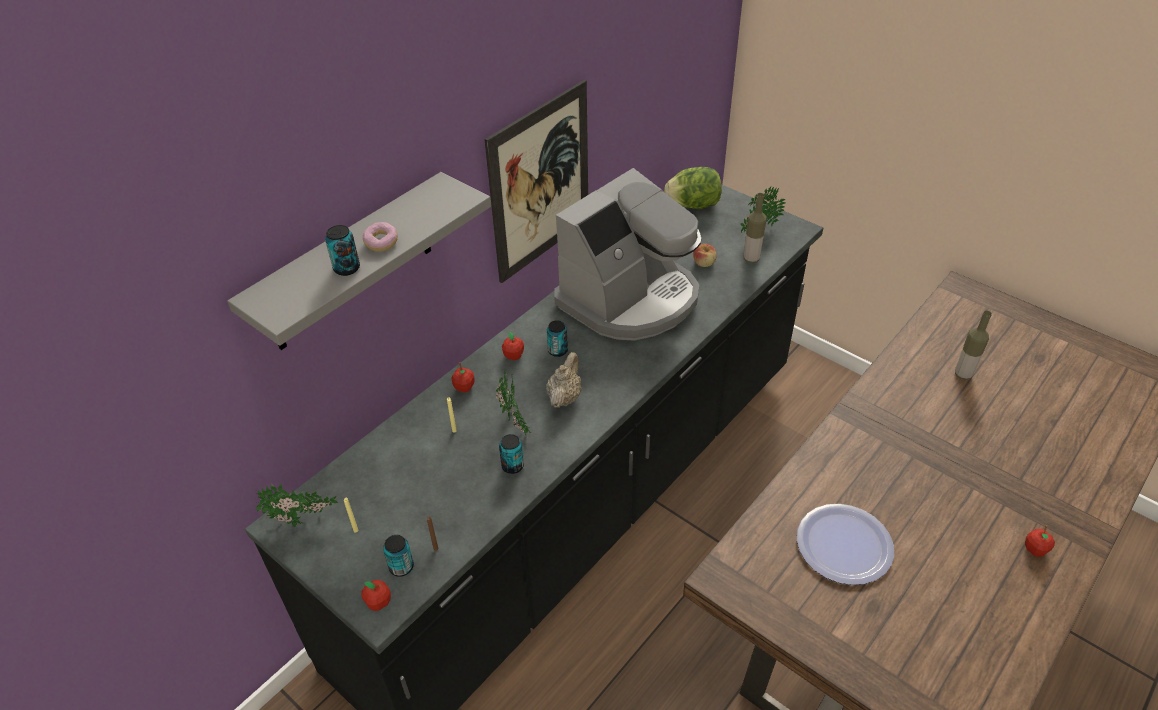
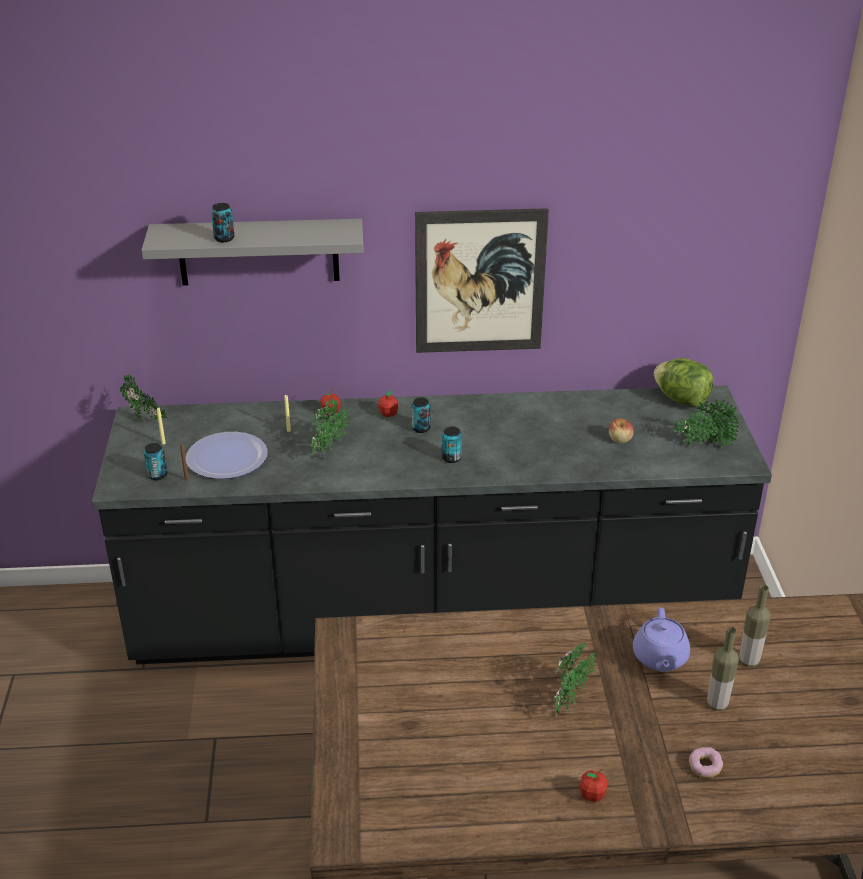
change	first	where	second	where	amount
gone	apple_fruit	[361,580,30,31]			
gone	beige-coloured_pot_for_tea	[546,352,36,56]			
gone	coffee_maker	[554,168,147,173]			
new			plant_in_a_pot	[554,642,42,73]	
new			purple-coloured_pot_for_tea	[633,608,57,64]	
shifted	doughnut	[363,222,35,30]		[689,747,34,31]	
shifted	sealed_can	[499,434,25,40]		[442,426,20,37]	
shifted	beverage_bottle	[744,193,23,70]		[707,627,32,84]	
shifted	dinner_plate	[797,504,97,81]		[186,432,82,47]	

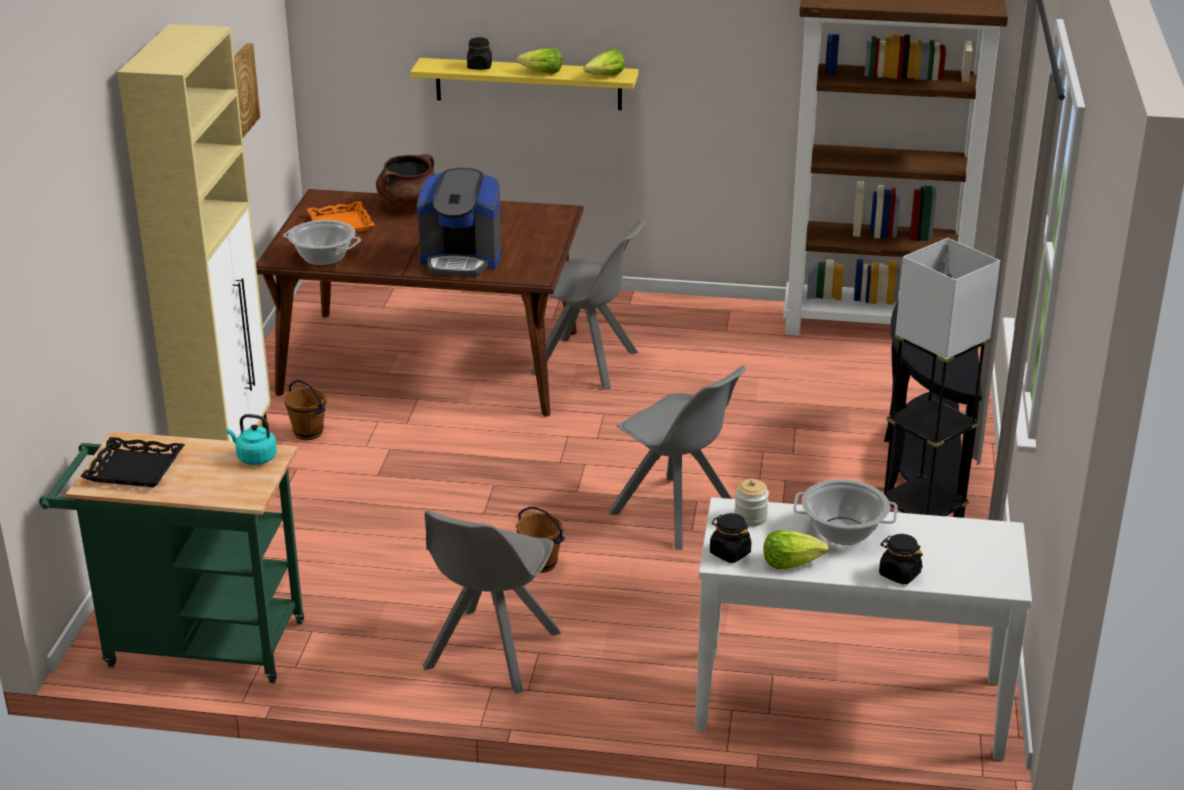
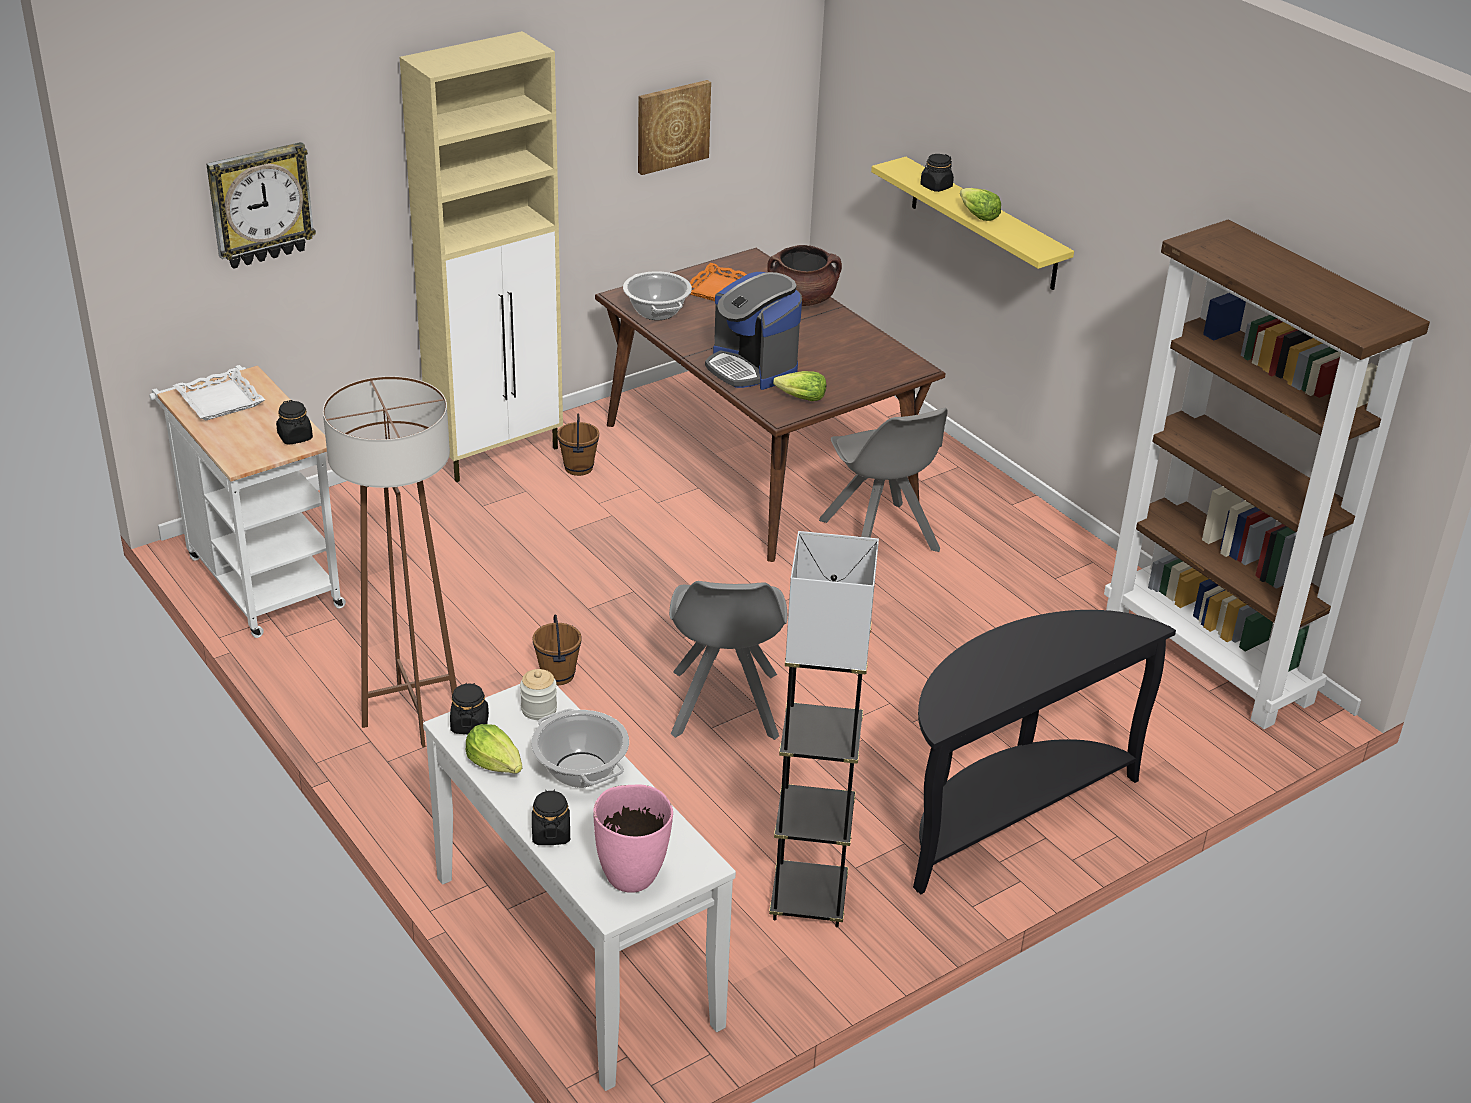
change	first	where	second	where	amount
new			clock_on_the_wall	[206,142,110,127]	
new			pink-coloured_vase	[593,785,80,107]	
shifted	head_of_lettuce	[583,49,42,27]		[773,371,54,30]	
swapped	blue-green_tea_kettle	[227,414,50,51]	black-coloured_storage_jar	[276,400,37,45]	
swapped	grey_plain_chair	[423,510,138,184]	brownish_standing_lamp	[323,376,134,371]	
repainted	green-coloured_cart	[39,431,265,252]	whitish_cart	[149,365,197,273]	
repainted	black-coloured_carrying_tray	[80,437,105,50]	whitish_carrying_tray	[173,368,92,52]	

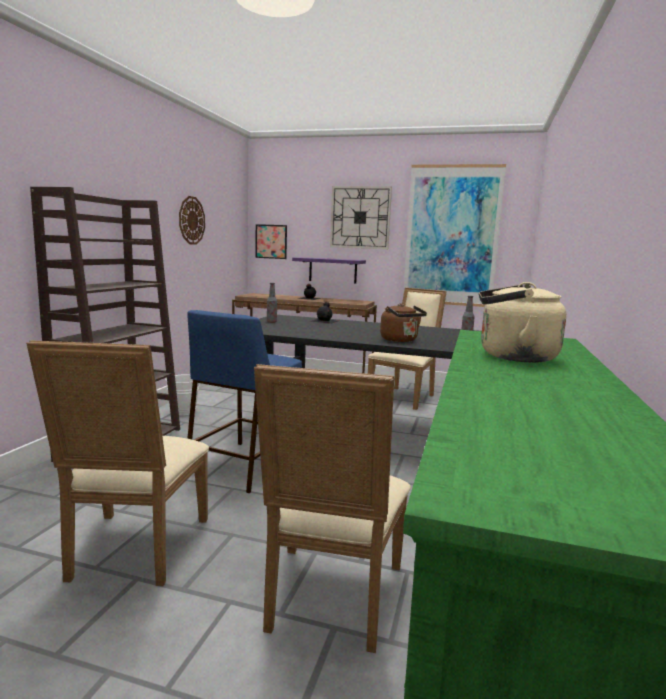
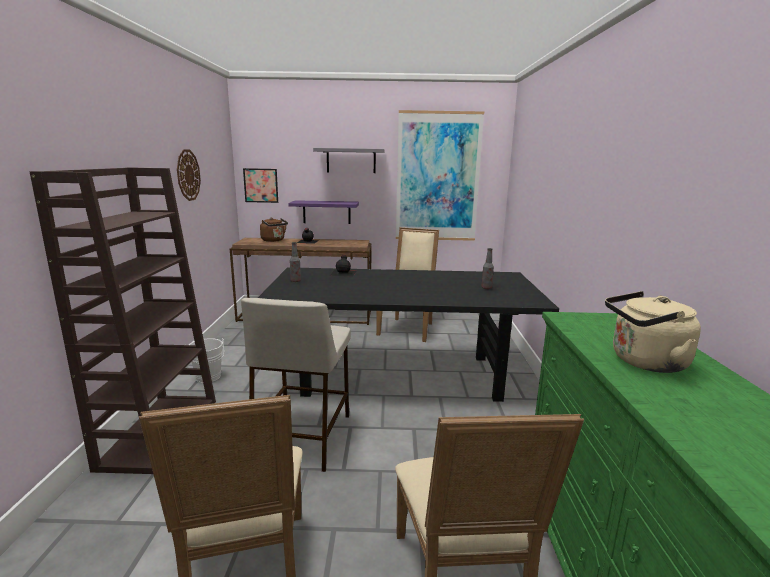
change	first	where	second	where	amount
shifted	brownish_tea_kettle	[380,303,47,39]		[260,218,28,24]	
swapped	clock_on_the_wall	[330,186,62,63]	grey_shelf	[313,148,71,25]	
repainted	blue-coloured_stool	[187,310,115,183]	beige-coloured_stool	[241,298,110,174]	

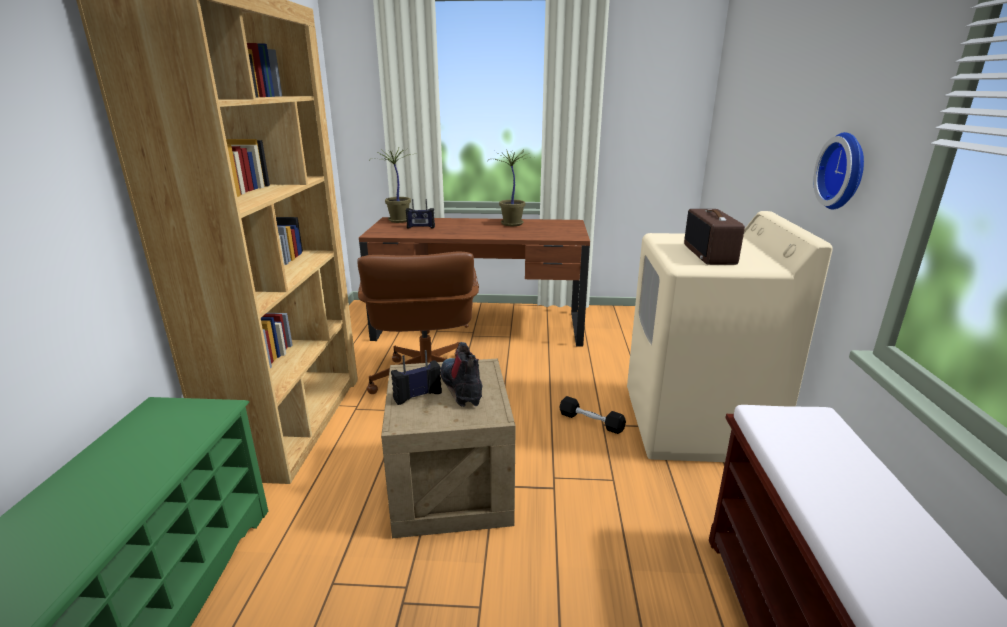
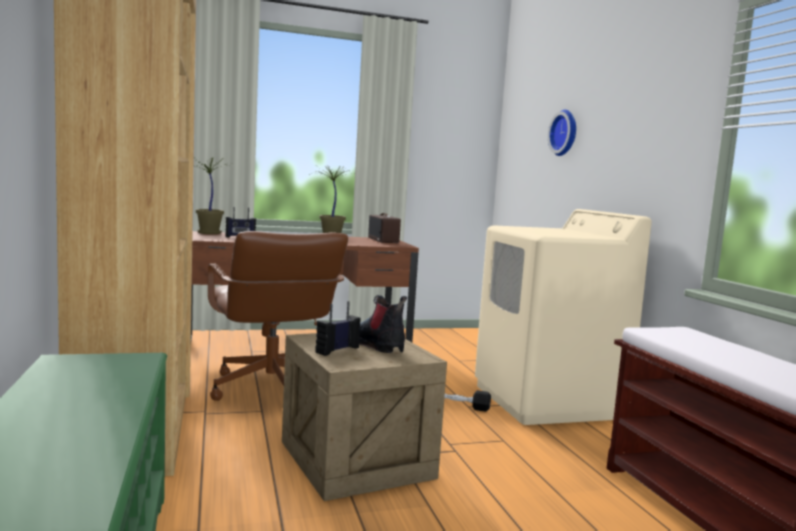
change	first	where	second	where	amount
shifted	radio_receiver	[684,209,61,56]		[368,213,33,30]	
shifted	clock_on_the_wall	[813,132,51,78]		[548,110,28,46]	

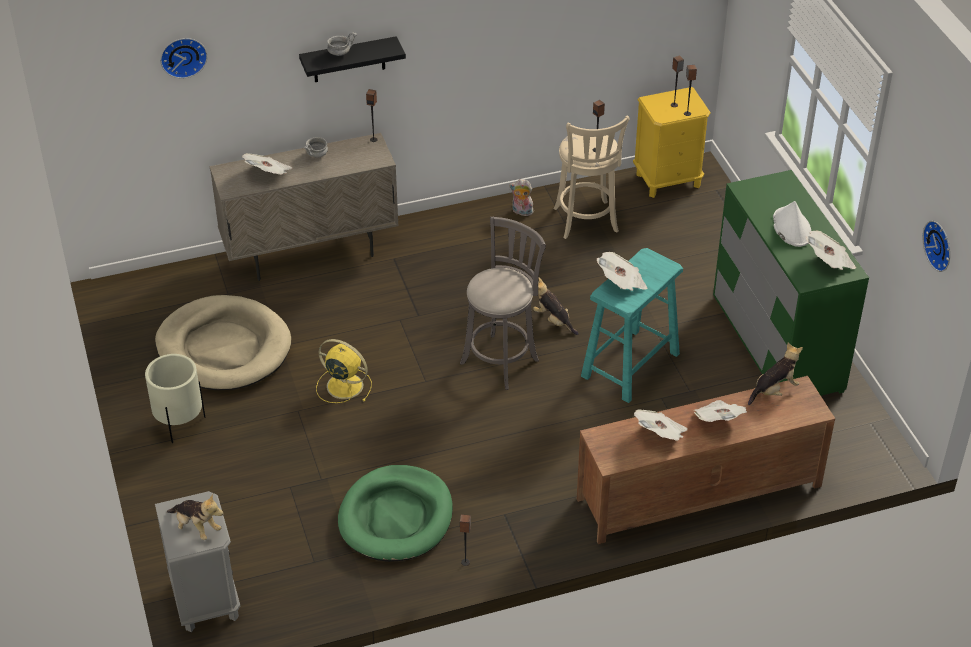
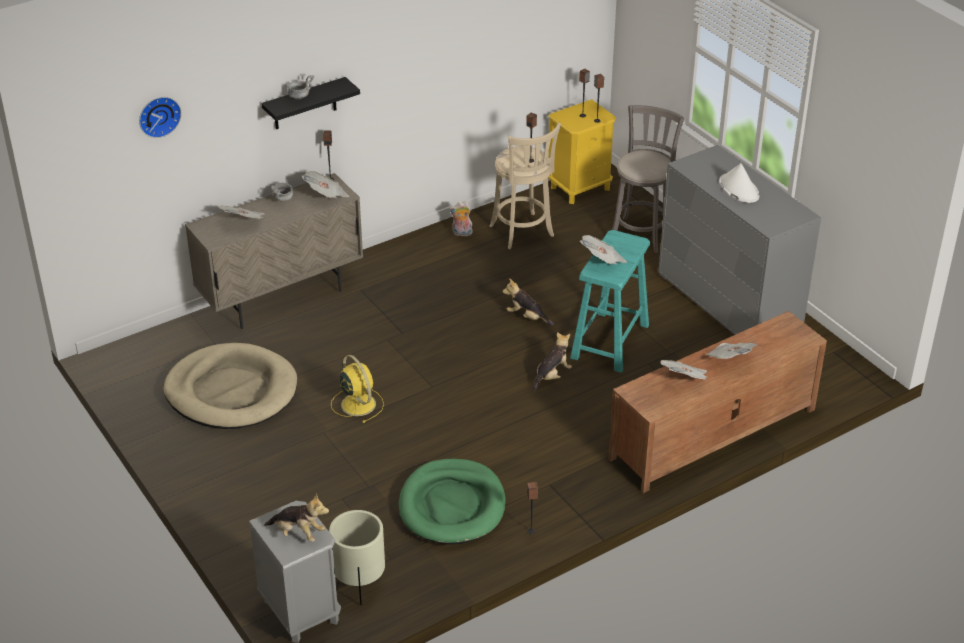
change	first	where	second	where	amount
gone	clock_on_the_wall	[923,221,27,51]			
shifted	beige-coloured_plant_pot	[145,354,61,89]		[329,510,56,95]	
shifted	grey_stool	[460,216,86,174]		[612,105,72,148]	
shifted	soft_toy	[748,343,55,62]		[533,332,39,59]	
shifted	newspaper	[806,230,50,40]		[302,171,47,27]	
repainted	green-coloured_chest_of_drawers	[713,170,156,226]	grey_chest_of_drawers	[658,145,163,190]	
rotated	yellow-coloured_electric_fan	[316,339,56,64]		[331,355,53,68]	45 degrees clockwise

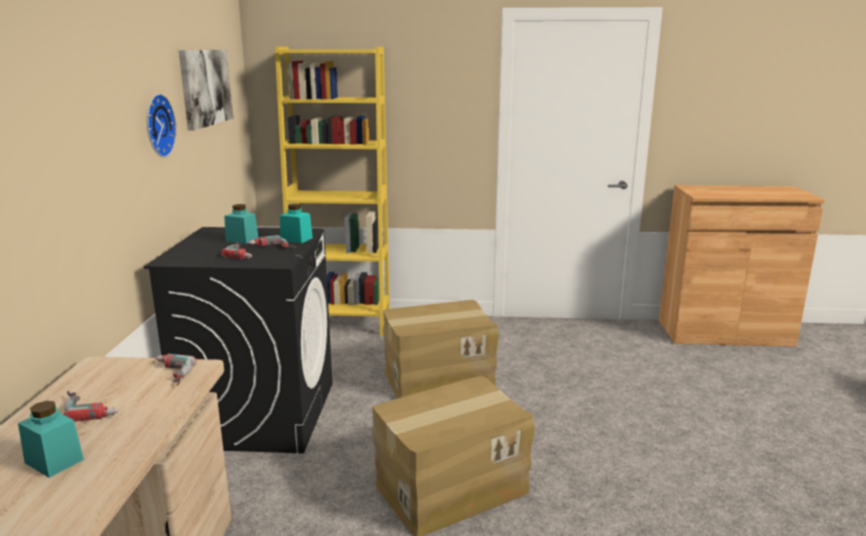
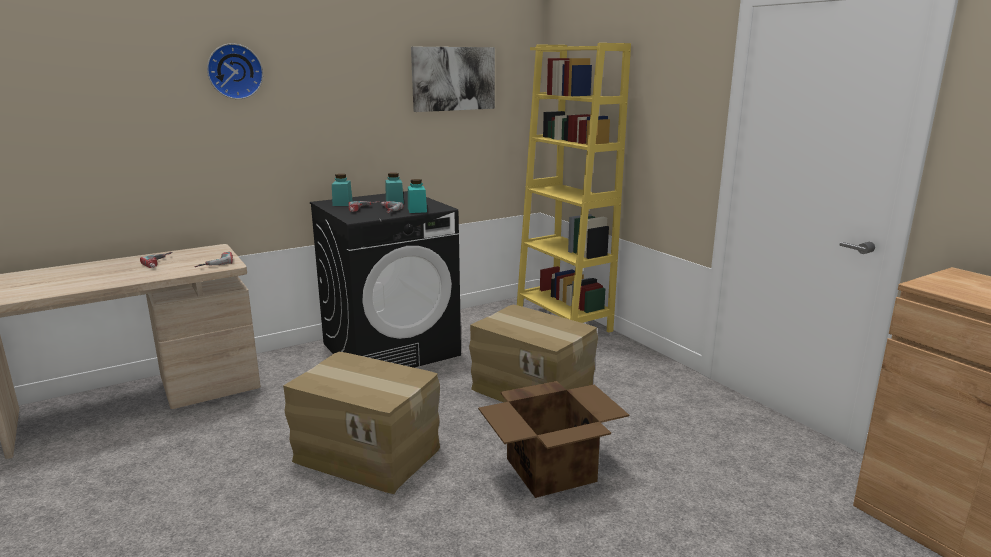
change	first	where	second	where	amount
new			carton	[478,381,151,117]	
shifted	blue-green_storage_jar	[18,401,66,77]		[332,174,21,32]	
shifted	clock_on_the_wall	[147,94,30,63]		[207,43,56,56]	

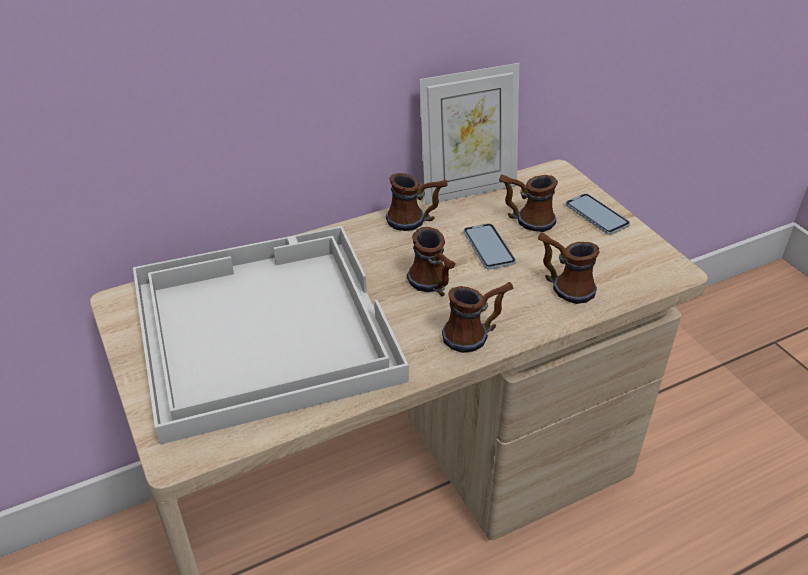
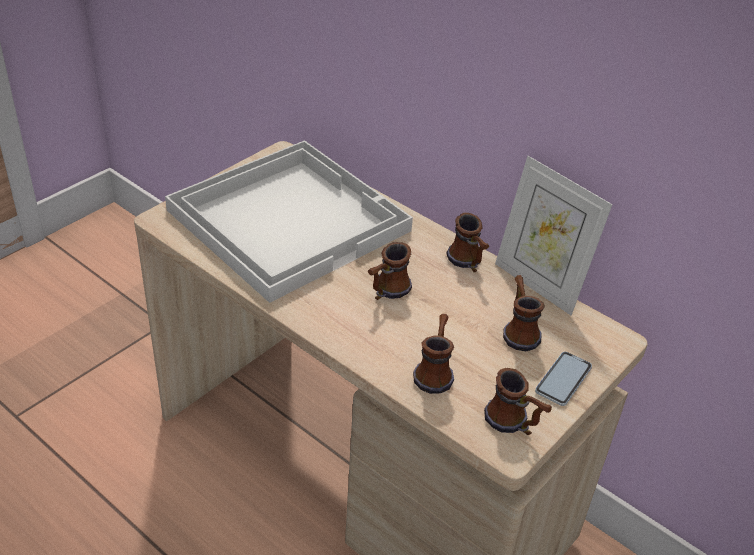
change	first	where	second	where	amount
gone	handset	[463,223,53,46]			
shifted	coffee_mug	[442,282,71,71]		[484,368,68,67]	

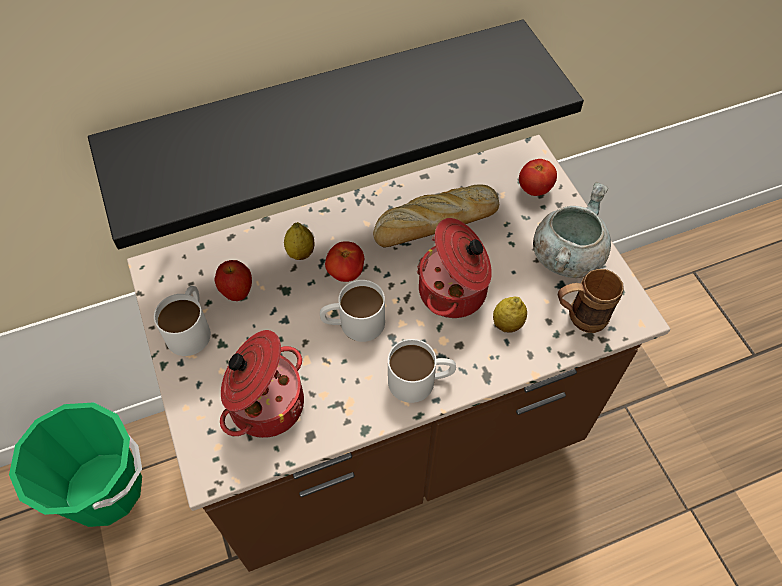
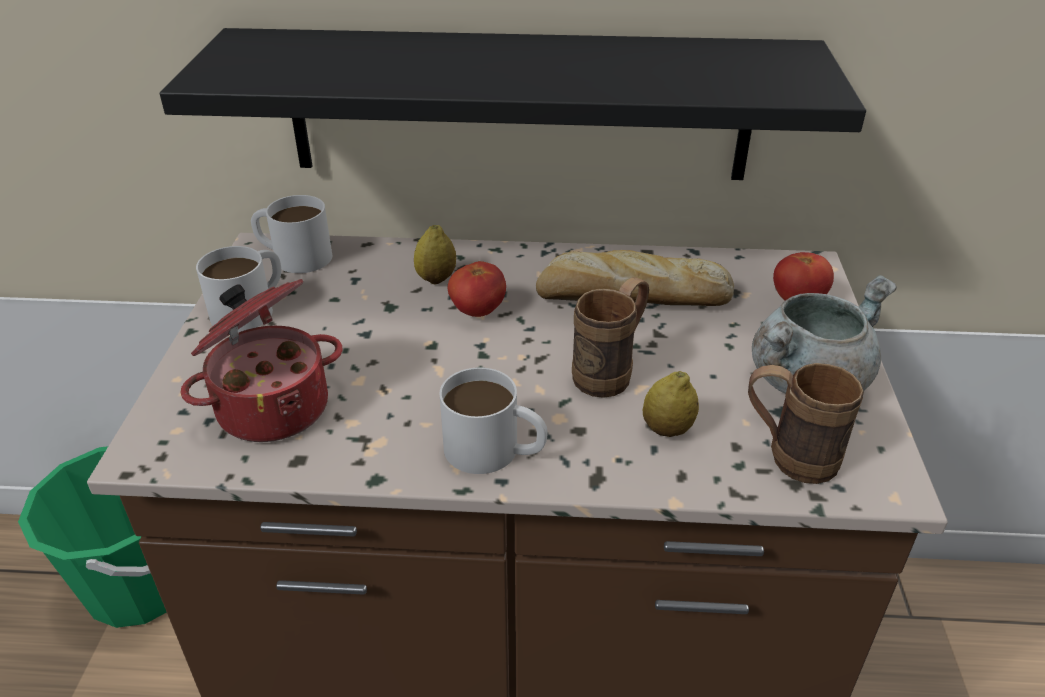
change	first	where	second	where	amount
gone	apple_fruit	[214,260,38,41]			
shifted	whitish_coffee_mug	[320,280,65,62]		[251,195,81,78]	
swapped	cooking_pot	[417,218,75,100]	brownish_coffee_mug	[572,277,77,121]	

